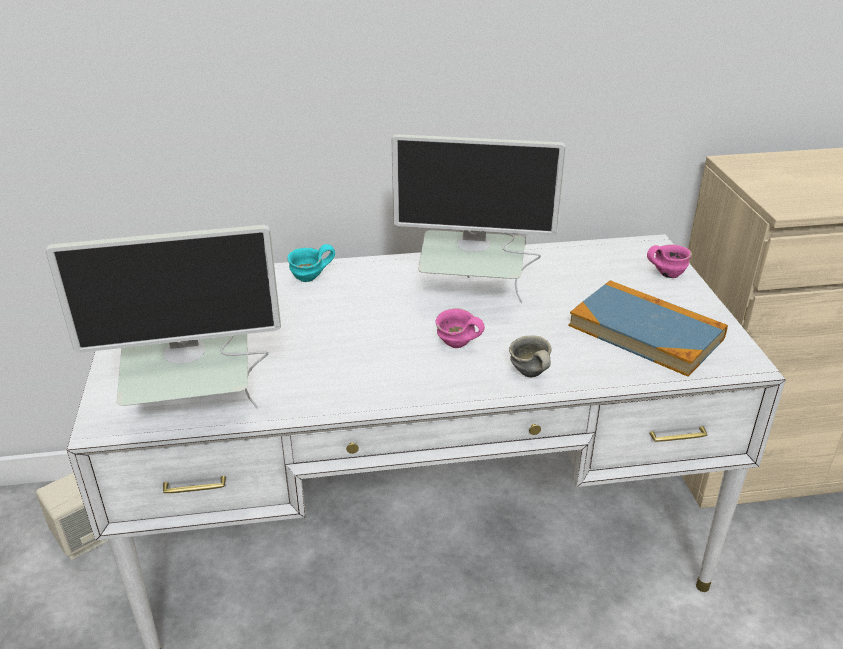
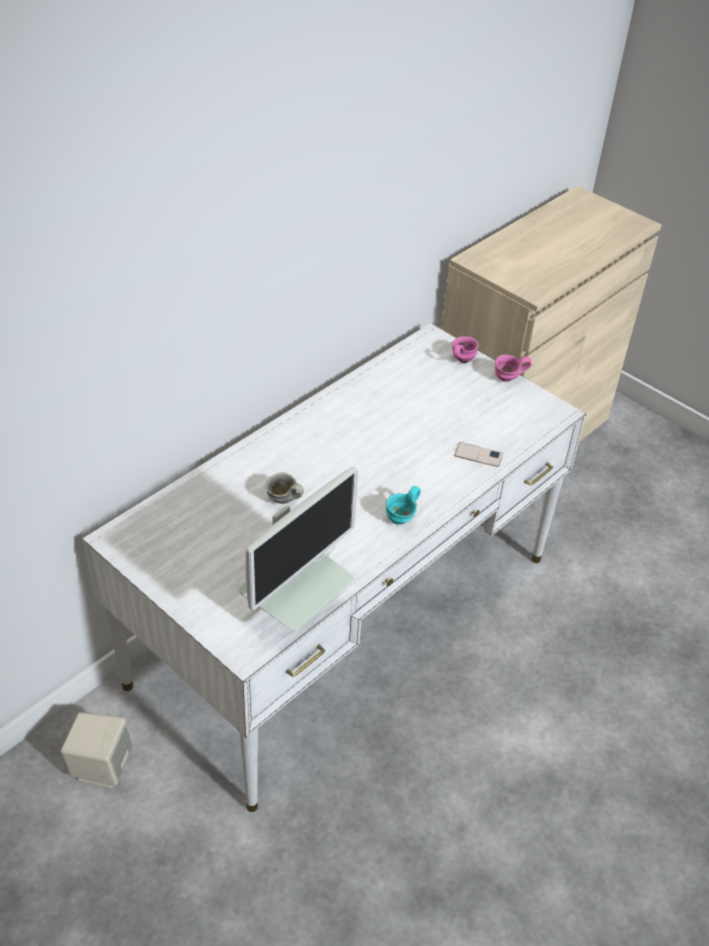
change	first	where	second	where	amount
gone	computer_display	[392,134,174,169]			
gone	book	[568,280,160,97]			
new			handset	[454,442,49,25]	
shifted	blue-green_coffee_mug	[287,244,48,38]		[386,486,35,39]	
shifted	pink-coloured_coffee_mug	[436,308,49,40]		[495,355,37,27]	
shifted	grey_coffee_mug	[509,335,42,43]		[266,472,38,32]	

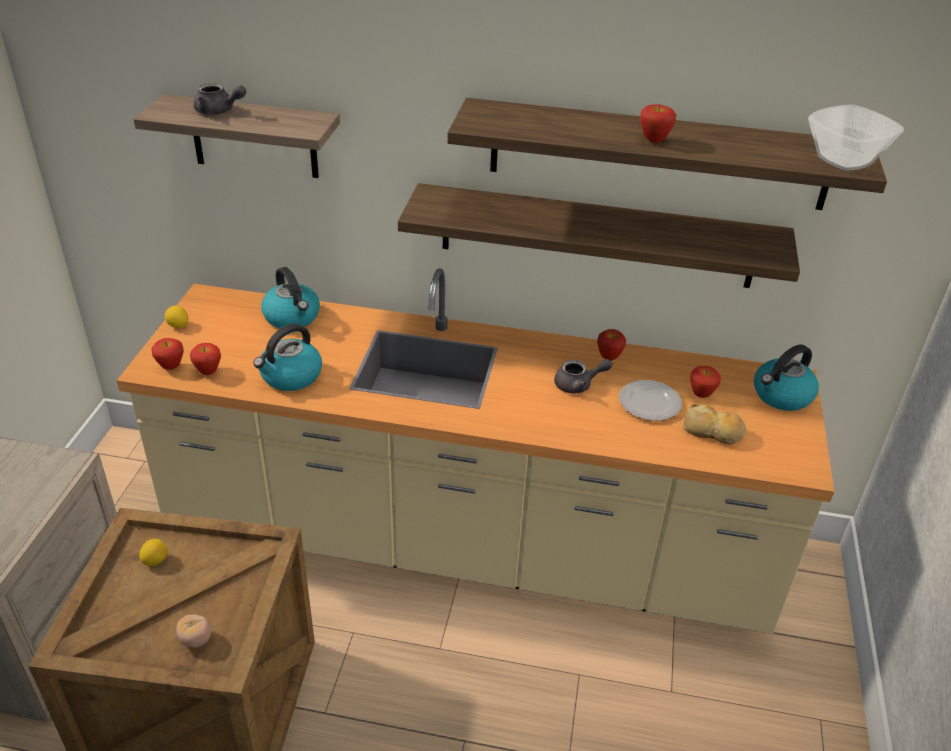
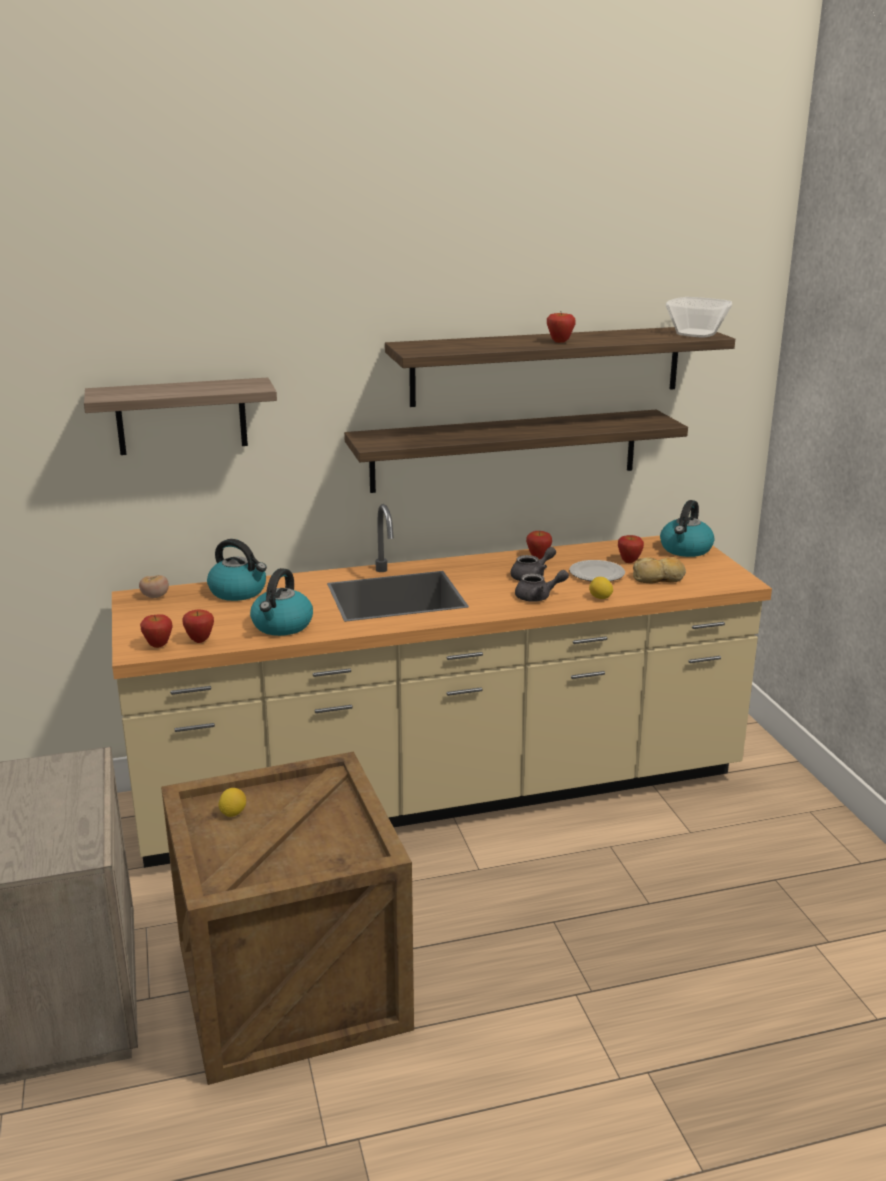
change	first	where	second	where	amount
shifted	lemon	[165,306,24,22]		[589,577,24,22]	
shifted	fresh_tomato	[176,614,36,34]		[139,575,30,23]	
shifted	grey_pot_for_tea	[193,83,53,32]		[515,570,54,32]	

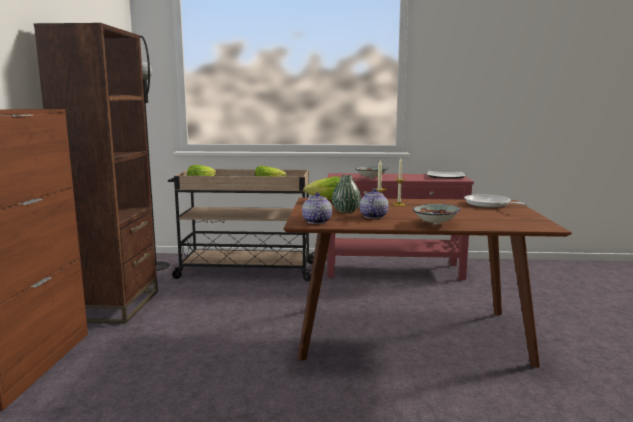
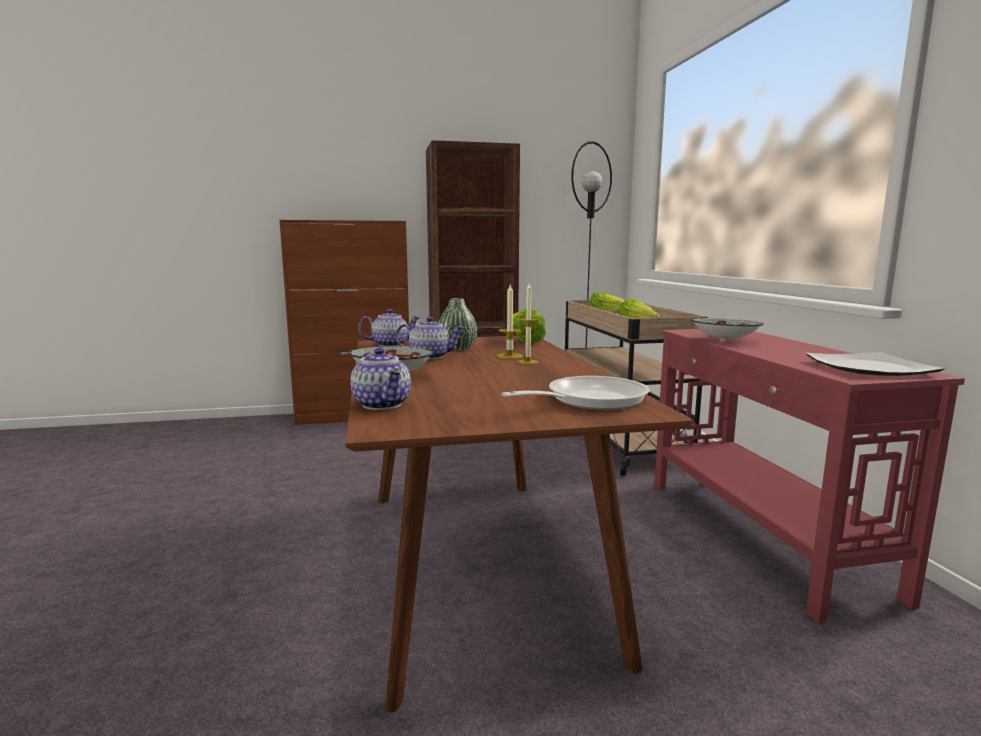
change	first	where	second	where	amount
new			pot_for_tea	[350,347,61,63]	

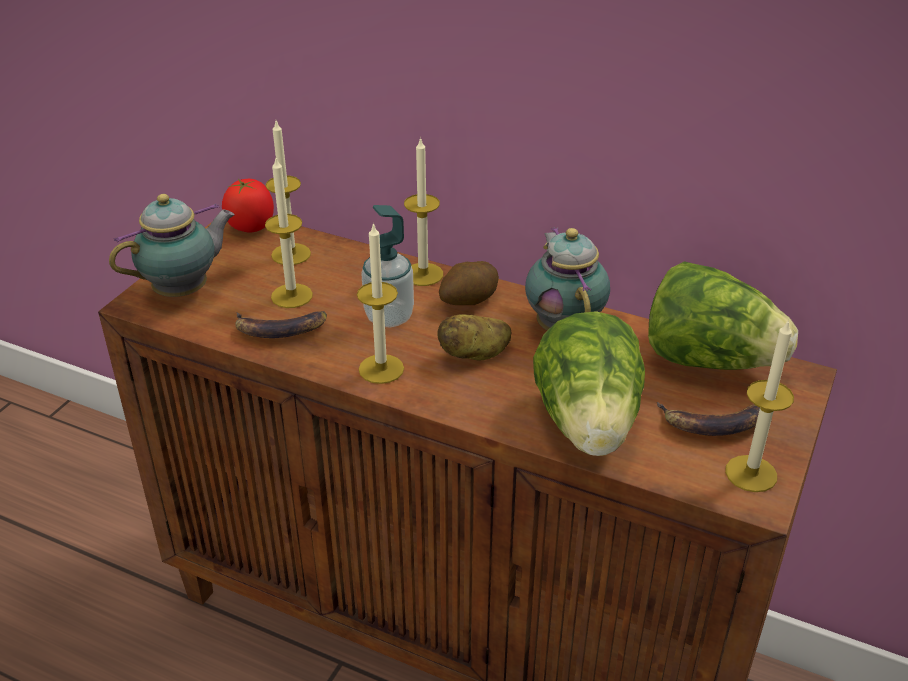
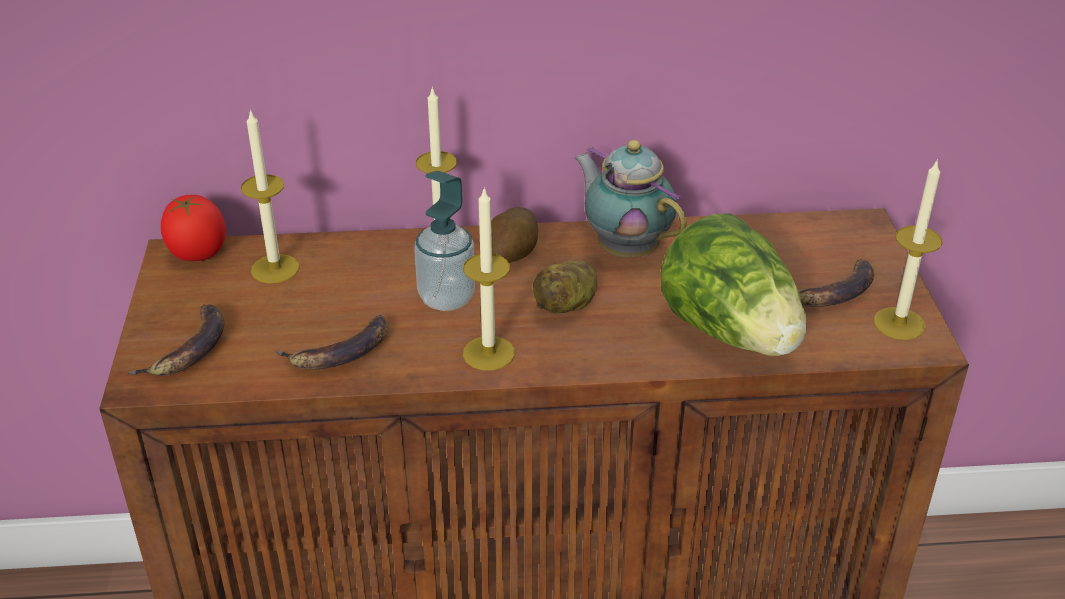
change	first	where	second	where	amount
gone	wax_light	[265,158,48,150]			
gone	head_of_lettuce	[648,261,150,109]			
swapped	pot_for_tea	[109,194,126,103]	banana	[127,305,97,71]	

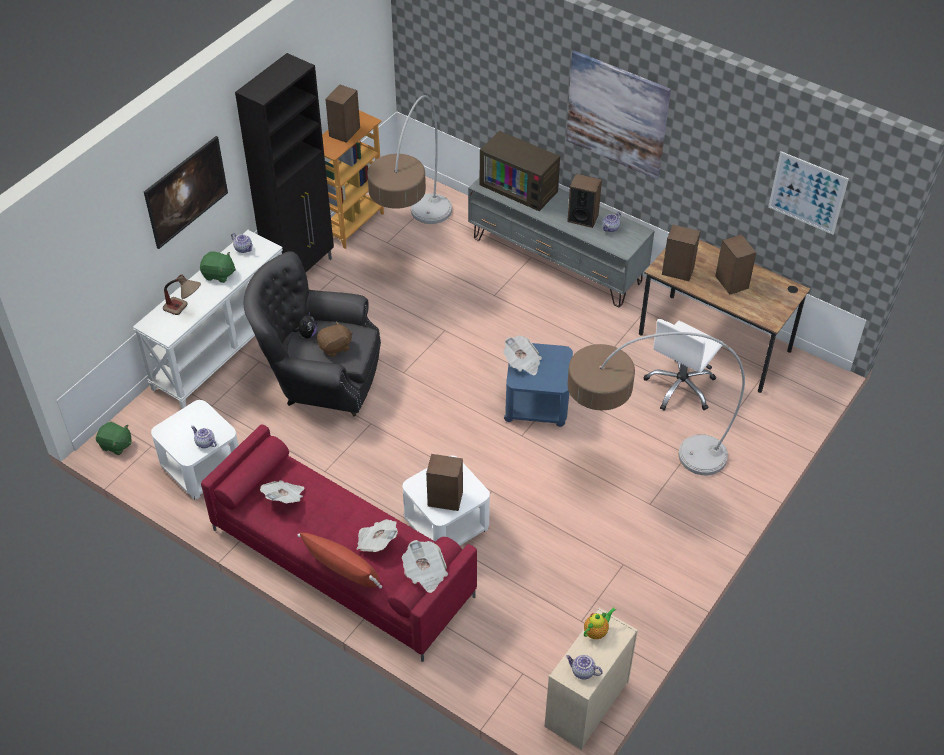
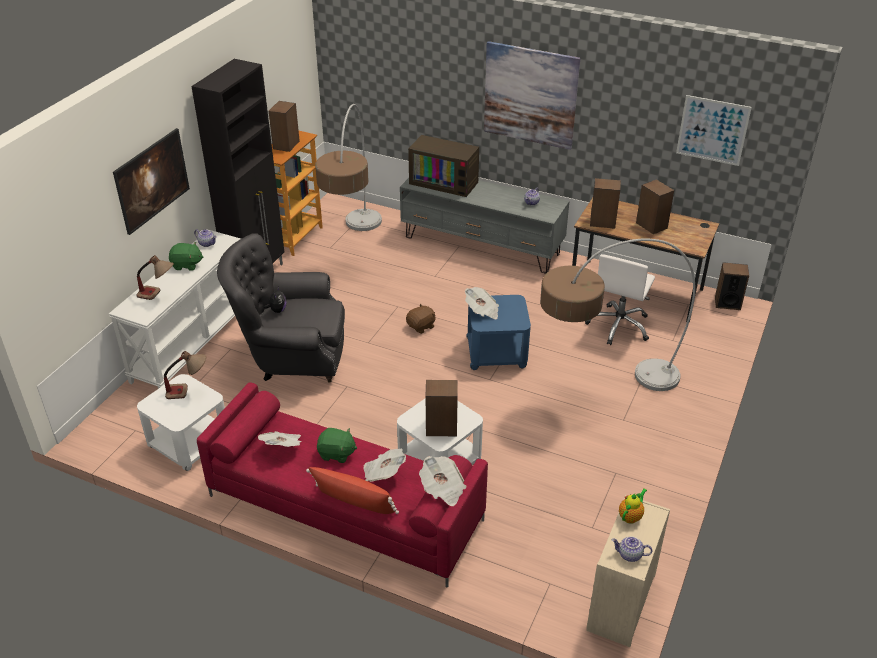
change	first	where	second	where	amount
gone	pot_for_tea	[191,426,26,22]			
new			tabletop_lamp	[164,351,42,48]	
shifted	green-coloured_soft_toy	[96,422,35,33]		[317,428,40,35]	
shifted	brownish_soft_toy	[317,321,35,36]		[406,304,30,30]	
shifted	loudspeaker	[567,174,35,54]		[715,262,34,48]	

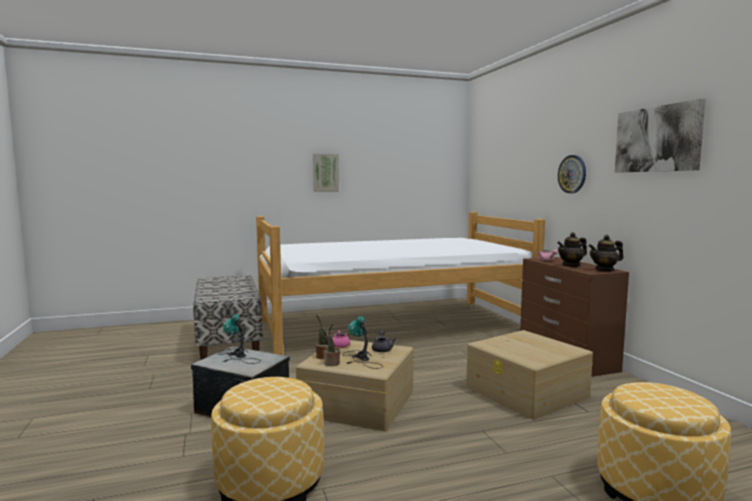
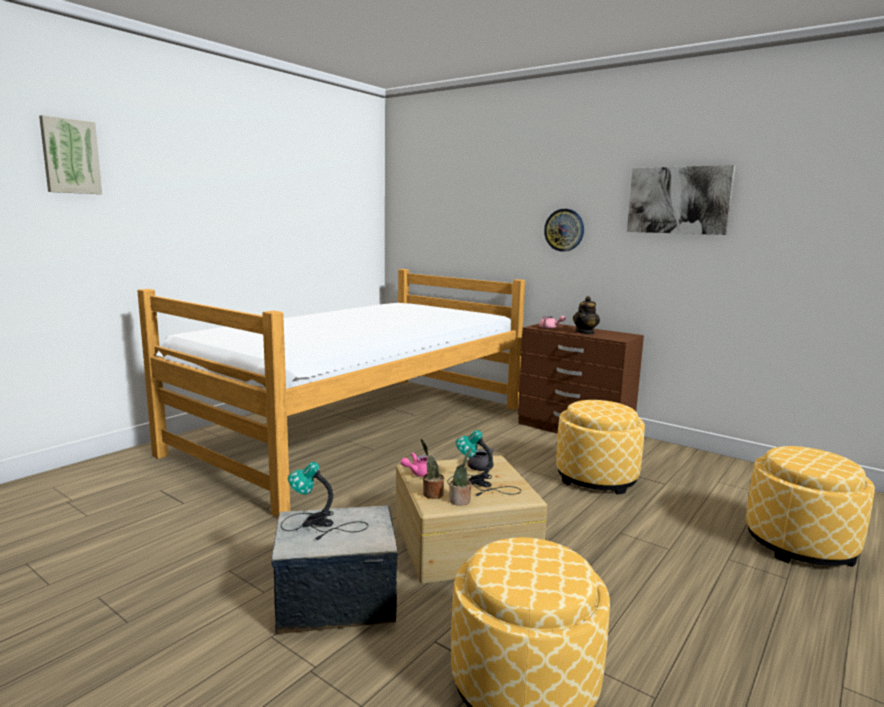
change	first	where	second	where	amount
gone	indoor_bench	[193,275,70,85]			
gone	pot_for_tea	[589,235,35,37]			
shifted	picture	[313,154,26,38]		[39,115,63,79]	
swapped	beige-coloured_storage_box	[466,330,127,90]	footrest	[556,400,89,94]	

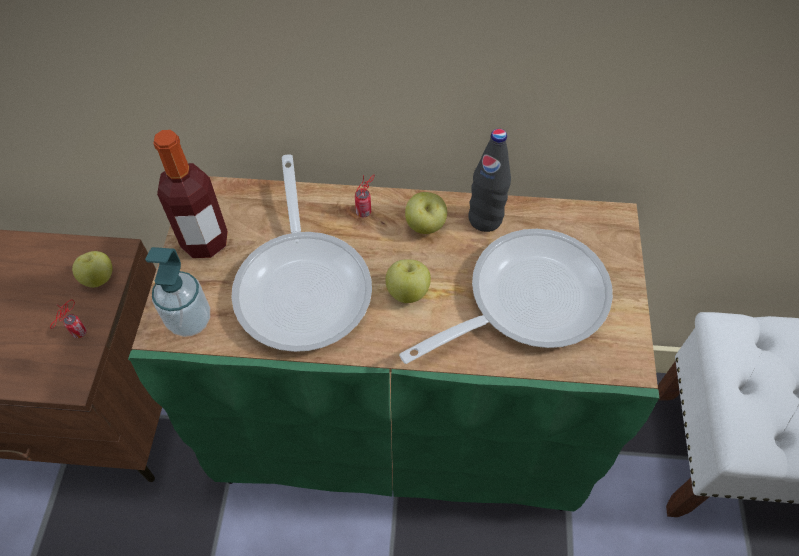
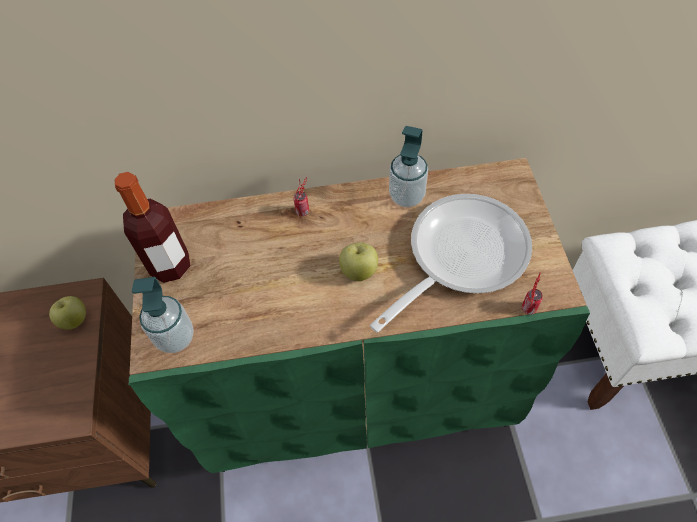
change	first	where	second	where	amount
gone	pan	[232,154,140,198]			
gone	apple_fruit	[405,192,42,42]			
shifted	sealed_can	[50,300,37,38]		[522,273,21,42]	
swapped	black-coloured_beverage_bottle	[468,129,43,103]	liquid_soap_bottle	[389,126,39,81]	

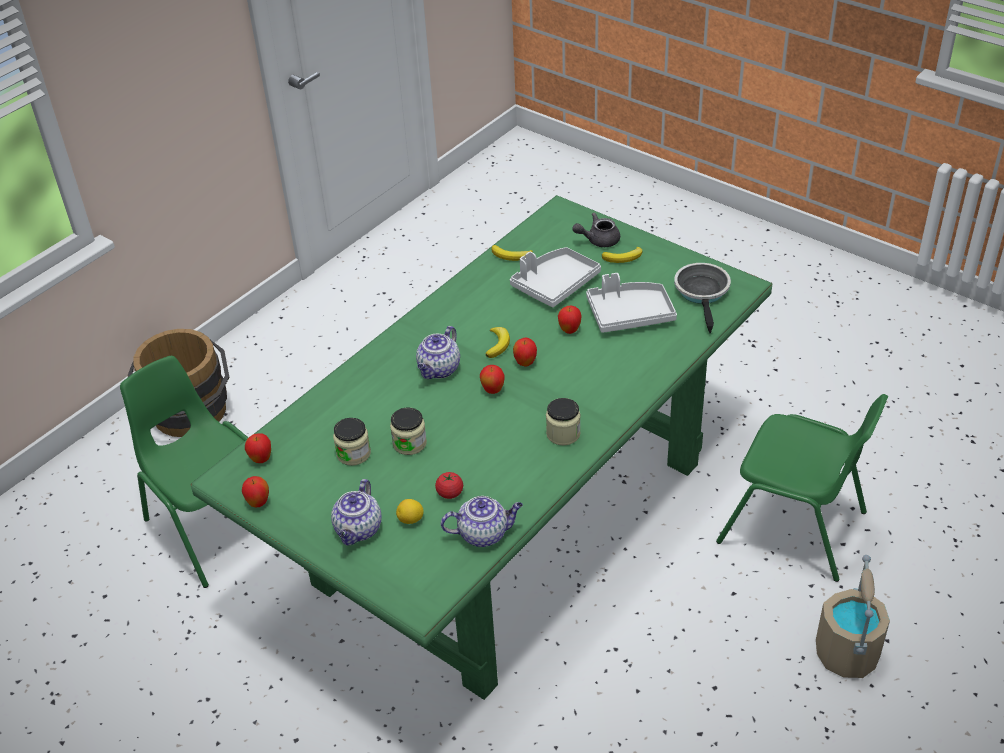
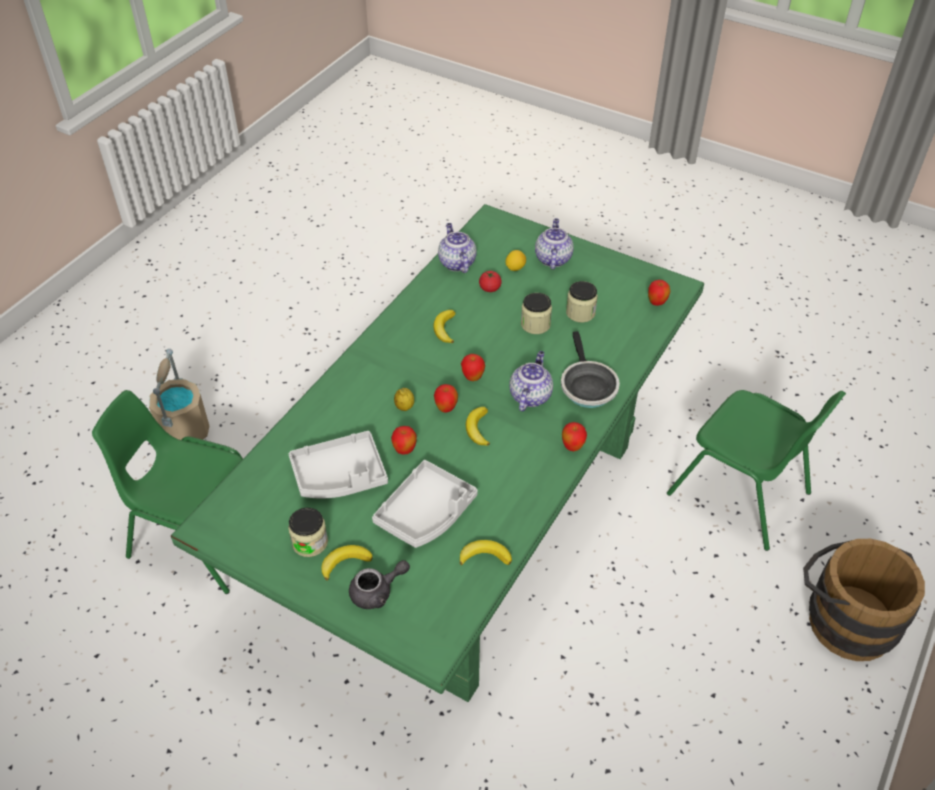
change	first	where	second	where	amount
new			lemon	[394,388,20,23]	
new			banana	[433,310,22,33]	
shifted	apple_fruit	[242,476,27,32]		[562,422,25,29]	
shifted	storage_jar	[546,398,35,47]		[288,508,40,49]	
shifted	pan	[674,263,57,70]		[561,331,59,77]	
rotated	pot_for_tea	[441,496,82,51]		[438,223,39,50]	90 degrees clockwise

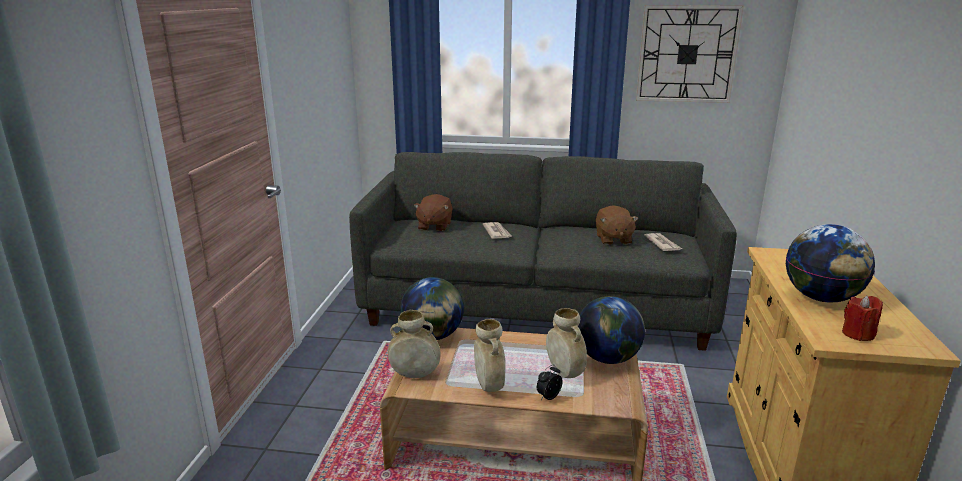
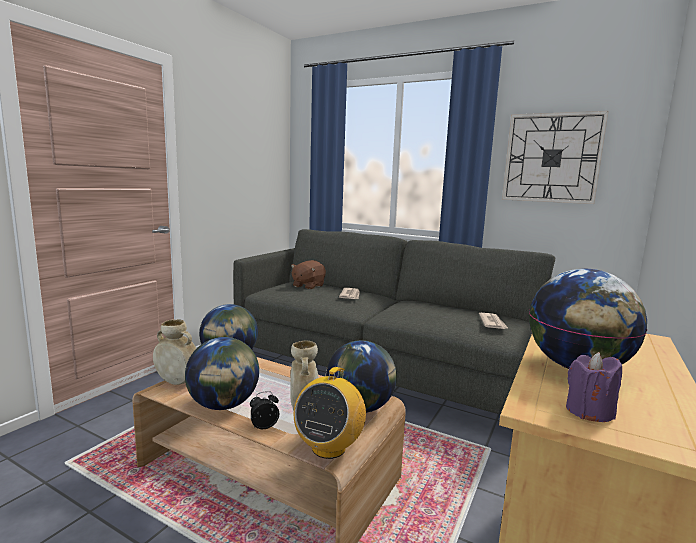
change	first	where	second	where	amount
gone	brownish_soft_toy	[596,205,42,40]			
new			radio_receiver	[294,367,72,92]	
swapped	beige-coloured_vase	[474,319,32,73]	world_globe	[185,337,74,73]	
repainted	red_wax_light	[842,296,41,45]	purple-coloured_wax_light	[566,352,56,70]	

